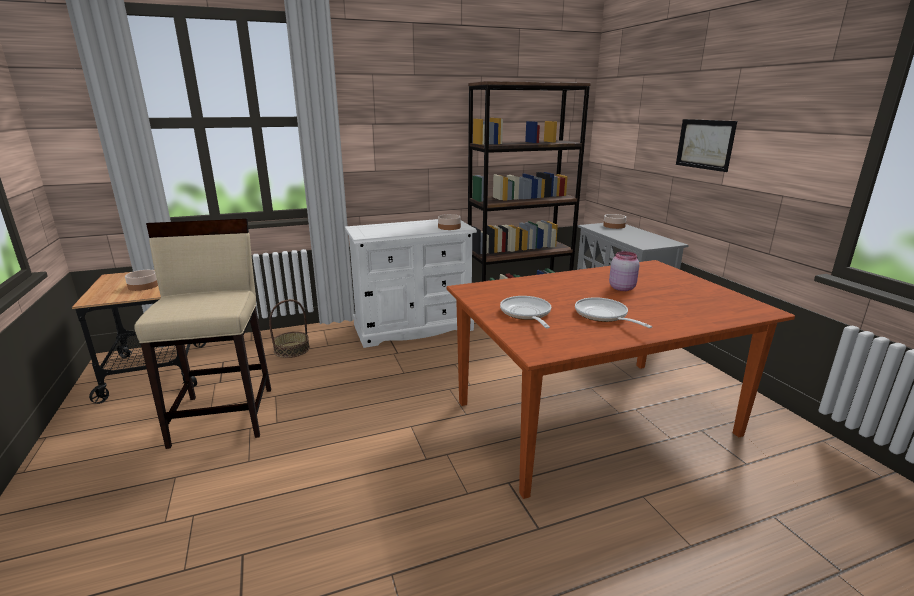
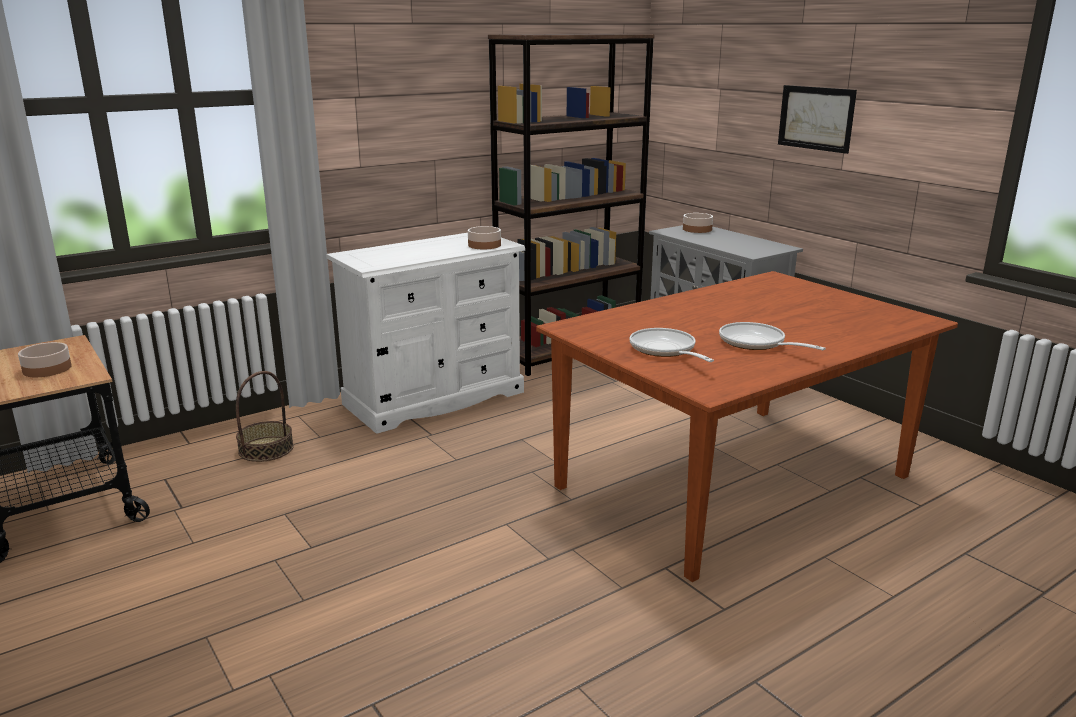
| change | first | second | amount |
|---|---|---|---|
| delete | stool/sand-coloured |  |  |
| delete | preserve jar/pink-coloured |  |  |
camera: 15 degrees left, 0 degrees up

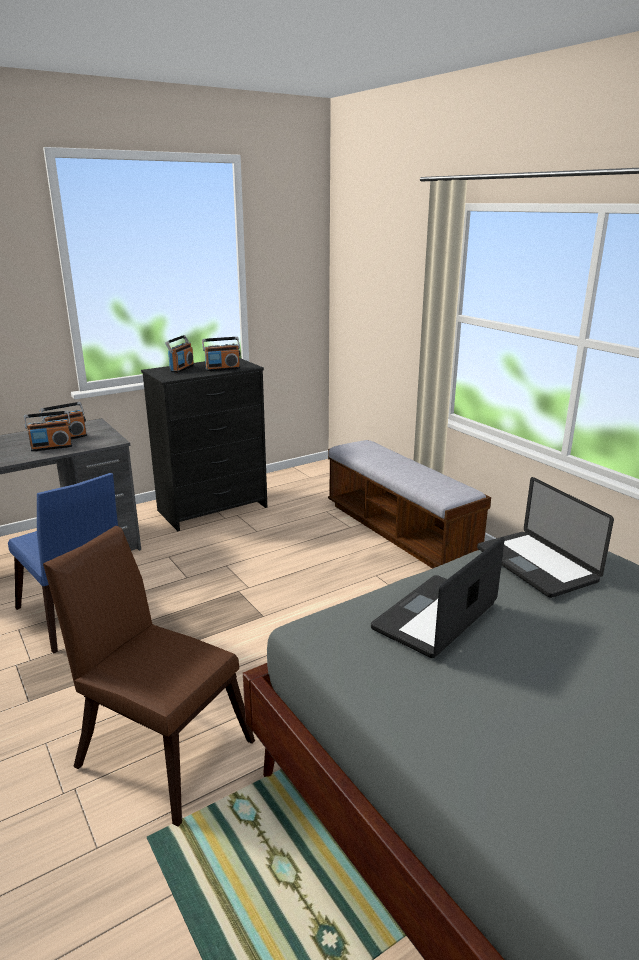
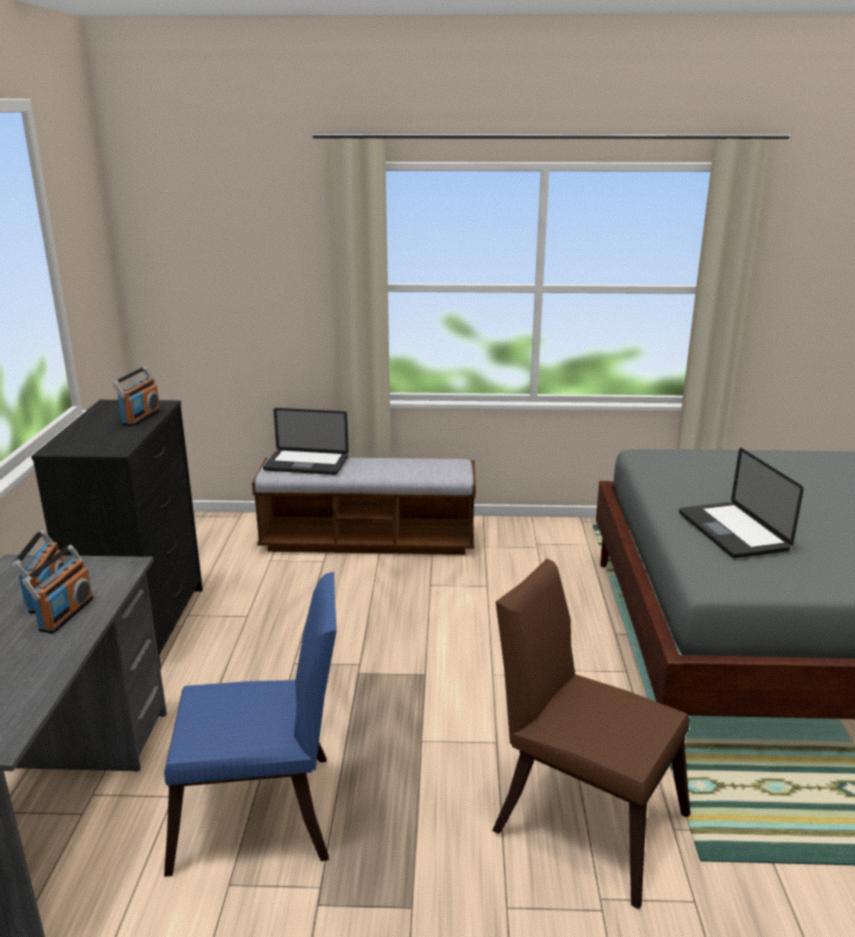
| change | first | second | amount |
|---|---|---|---|
| delete | radio receiver (3rd from left) |  |  |
| move | notebook computer (2nd from left in the first image) | notebook computer (1st from left) |  |
| rotate | plain chair/brown-coloured |  | 60 degrees clockwise |
camera: 55 degrees left, 0 degrees up

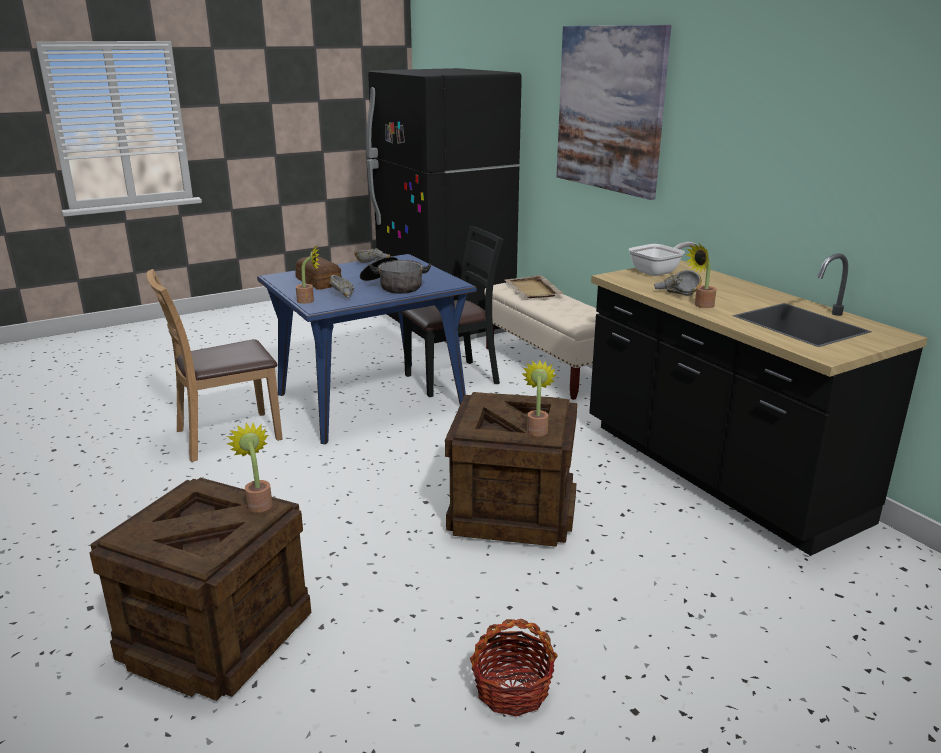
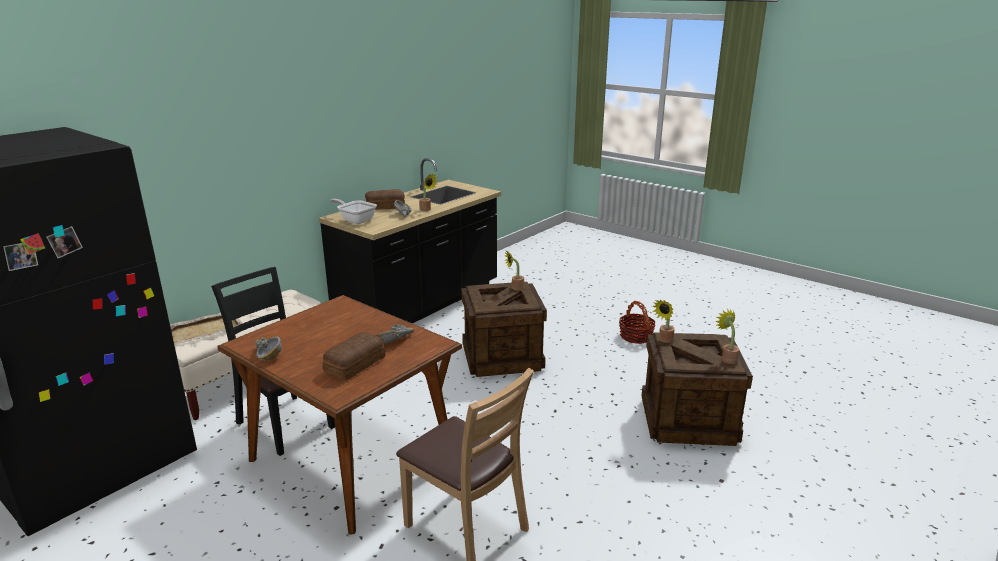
| change | first | second | amount |
|---|---|---|---|
| delete | picture |  |  |
| move | houseplant (2nd from left in the first image) | houseplant (4th from left) |  |
| recolor | dining table/blue | dining table/brown-coloured |  |
| delete | cooking pot |  |  |
| insert |  | bread (2nd from left) |  |
camera: 110 degrees left, 0 degrees up

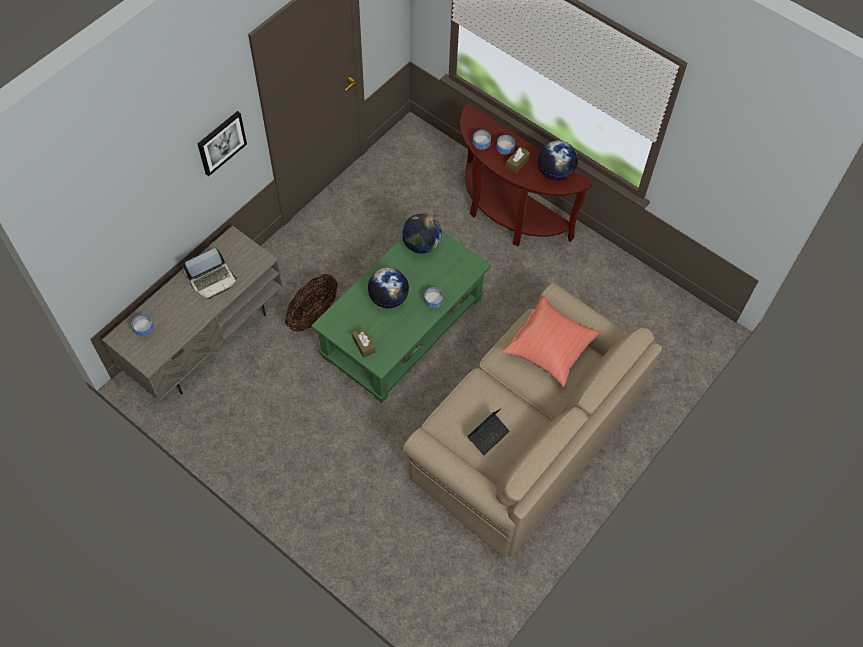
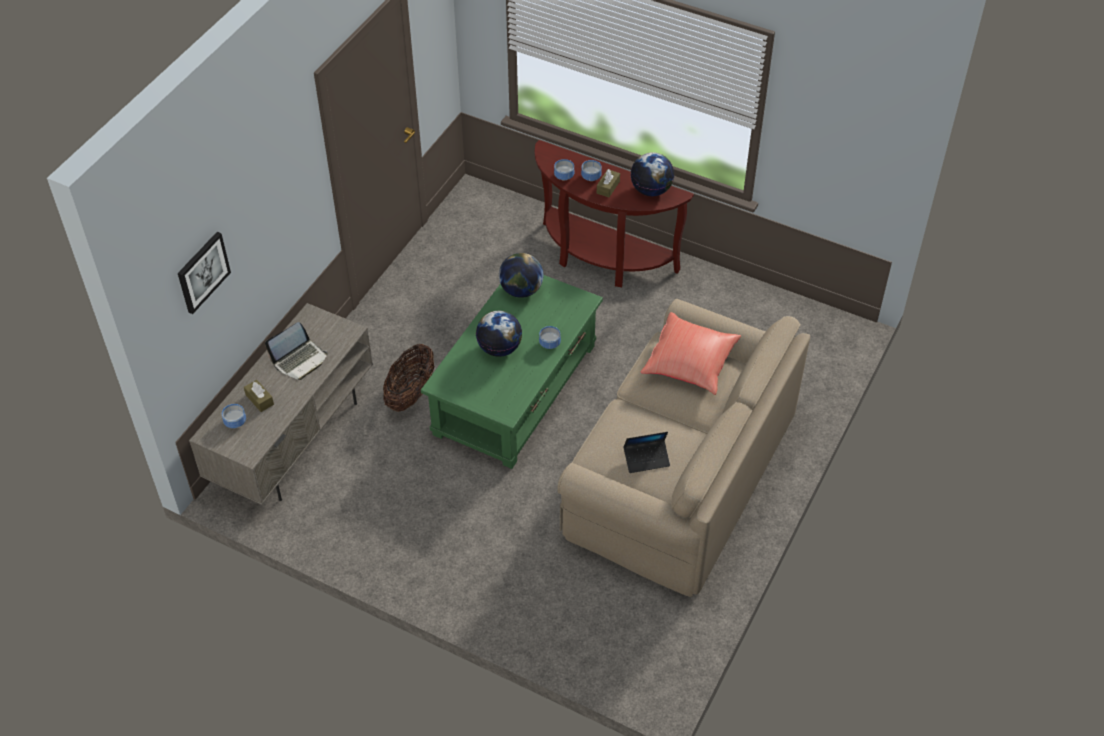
| change | first | second | amount |
|---|---|---|---|
| move | picture |  |  |
| move | tissue box/brown-coloured (1st from left) |  |  |
| rotate | notebook computer (2nd from left) |  | 45 degrees clockwise |
camera: 10 degrees left, 10 degrees down

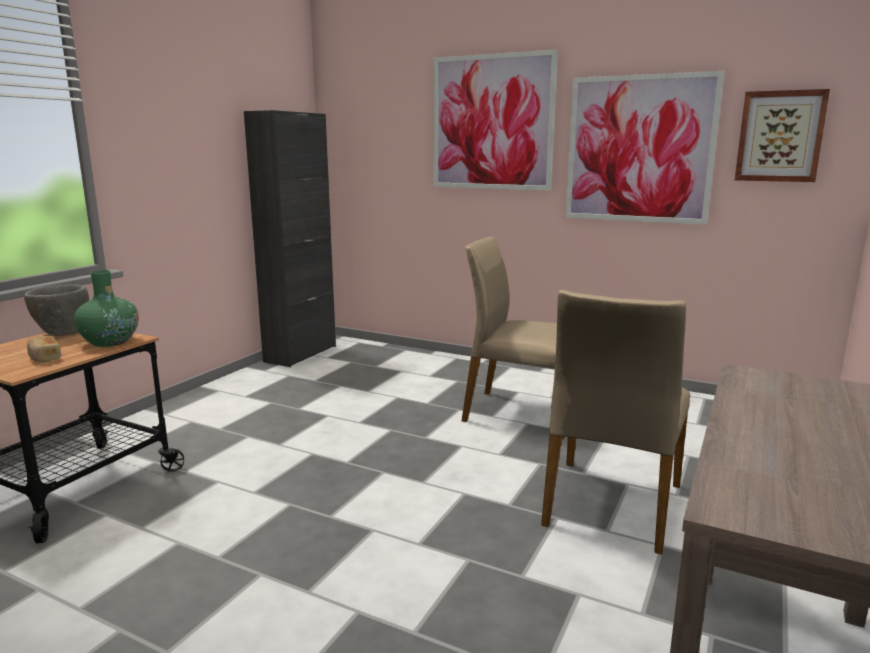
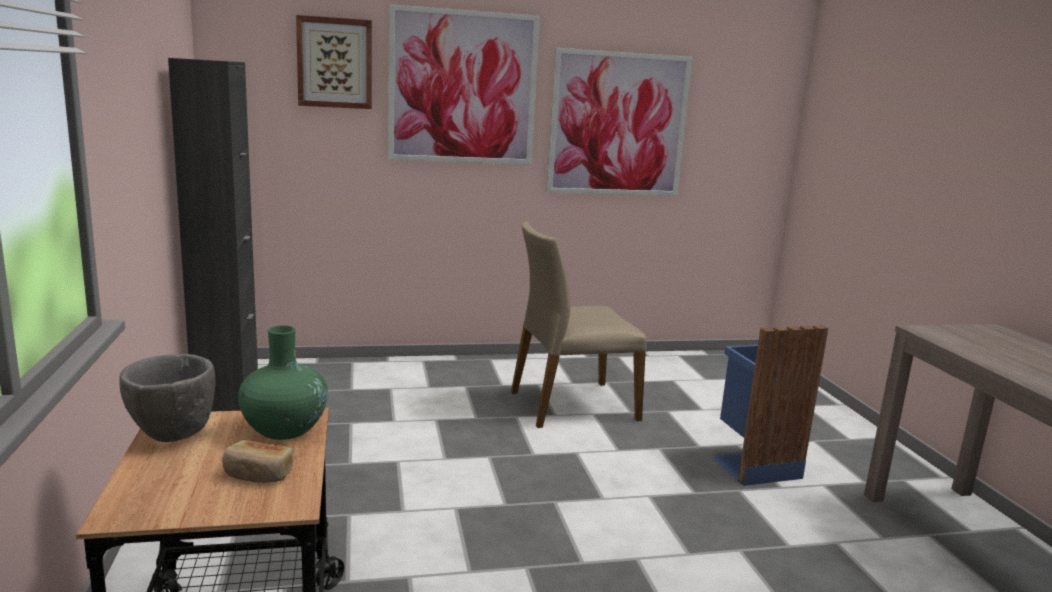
| change | first | second | amount |
|---|---|---|---|
| move | picture (3rd from left in the first image) | picture (1st from left) |  |
| replace | plain chair/sand-coloured (2nd from left) | rubbish bin/blue |  |
camera: 40 degrees left, 0 degrees up

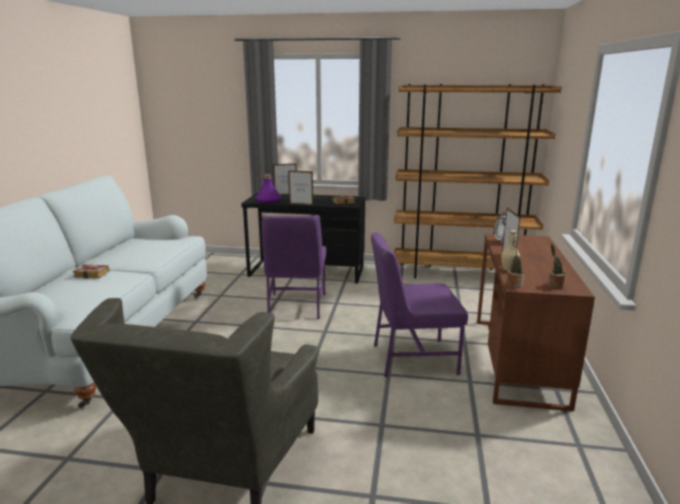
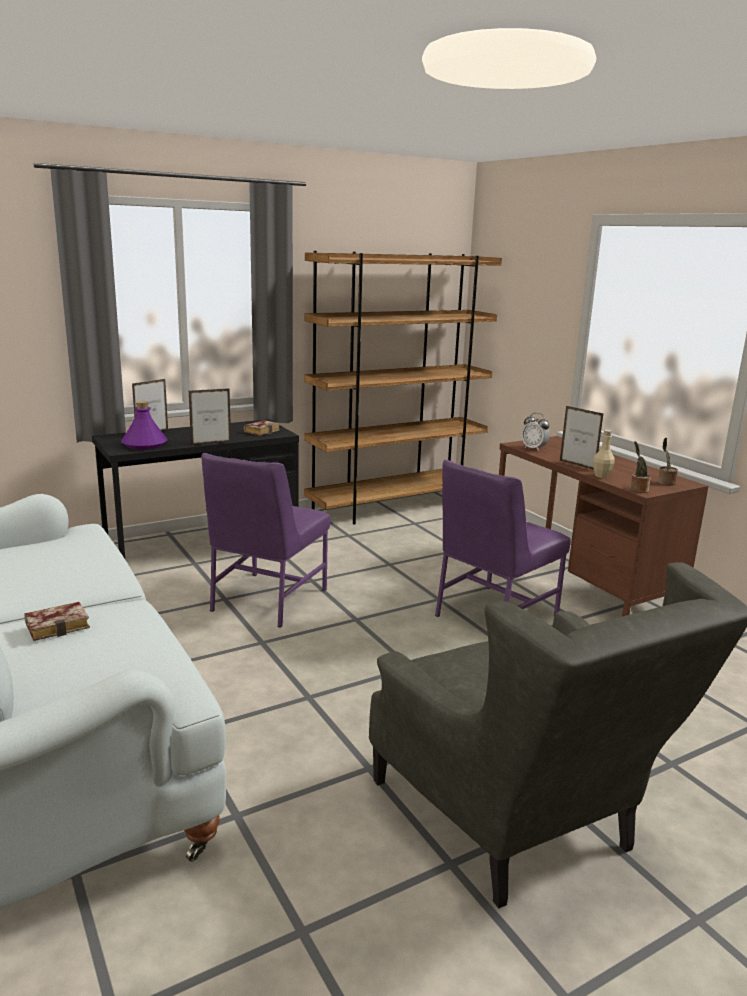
| change | first | second | amount |
|---|---|---|---|
| rotate | plain chair/purple (1st from left) |  | 60 degrees clockwise |
camera: 40 degrees left, 0 degrees up

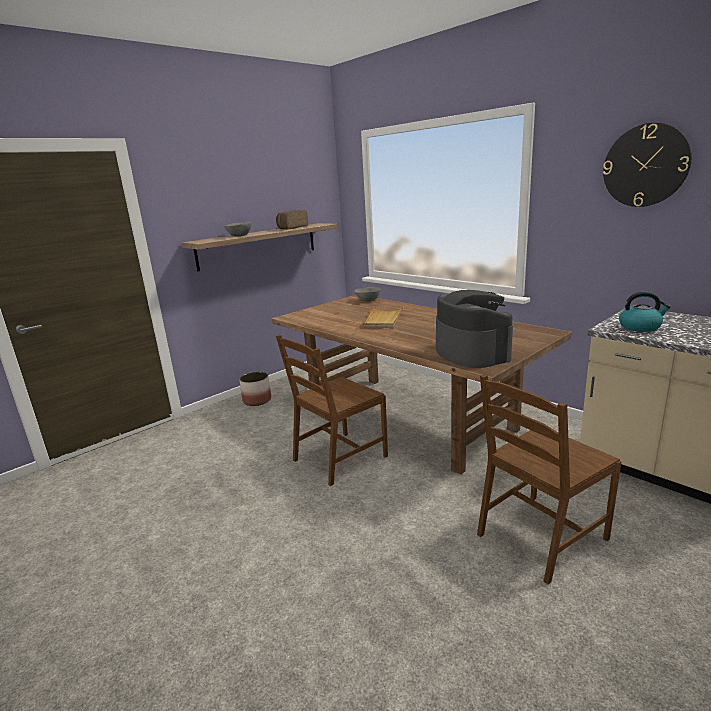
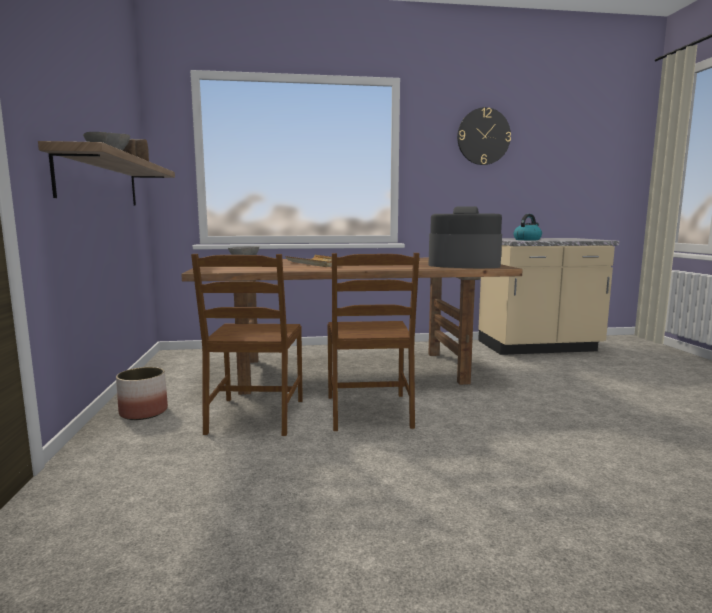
| change | first | second | amount |
|---|---|---|---|
| move | plain chair/brown-coloured (2nd from left in the first image) | plain chair/brown-coloured (1st from left) |  |
camera: 55 degrees left, 10 degrees down

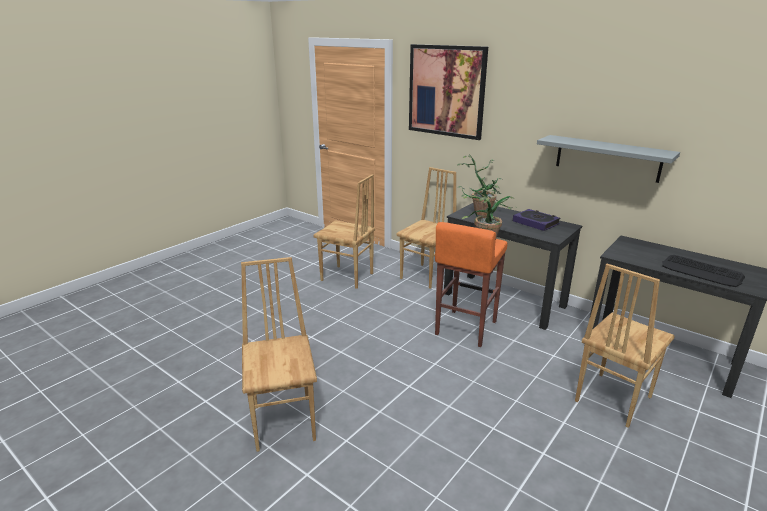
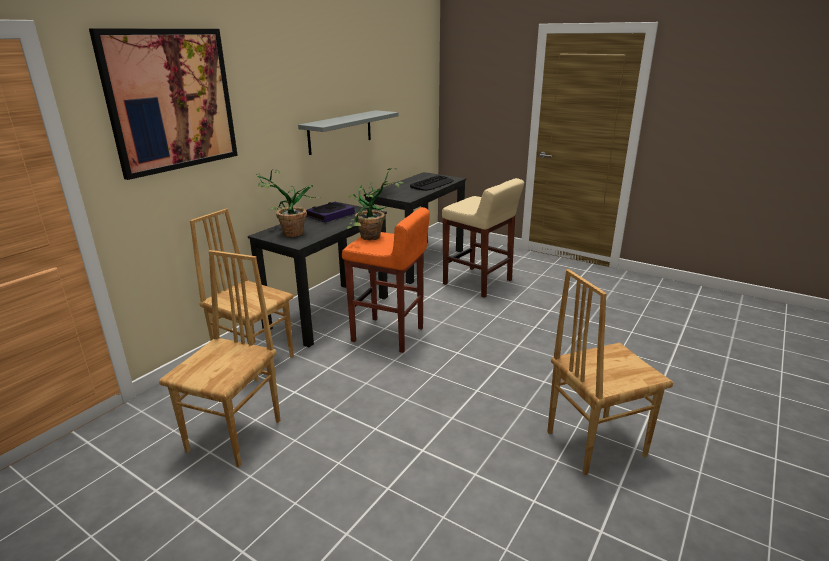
| change | first | second | amount |
|---|---|---|---|
| replace | plain chair/brown-coloured (4th from left) | stool/sand-coloured |  |
camera: 95 degrees left, 0 degrees up

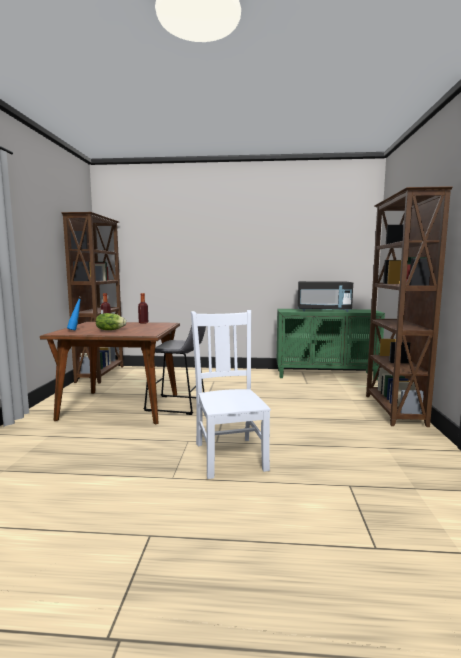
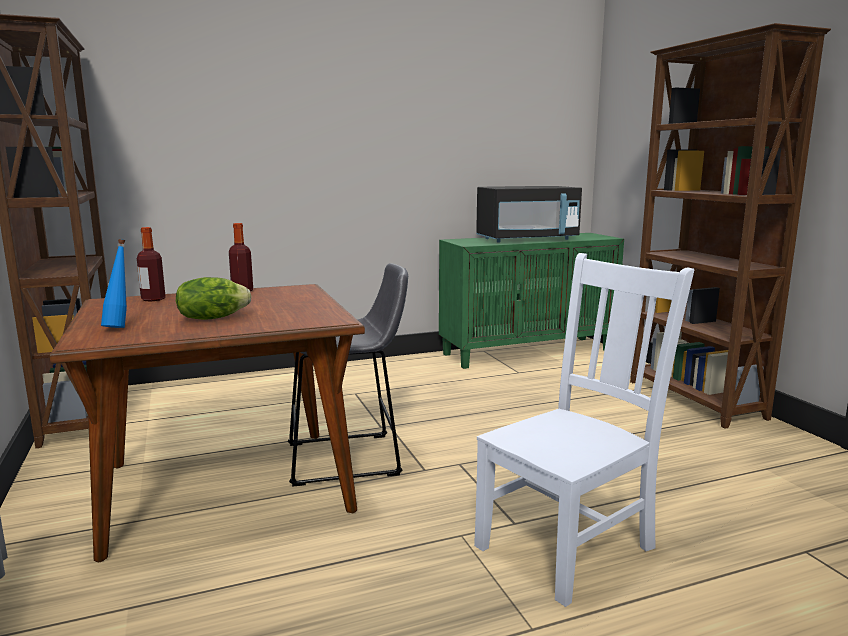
| change | first | second | amount |
|---|---|---|---|
| rotate | plain chair/white |  | 90 degrees clockwise |
camera: 25 degrees left, 5 degrees up

